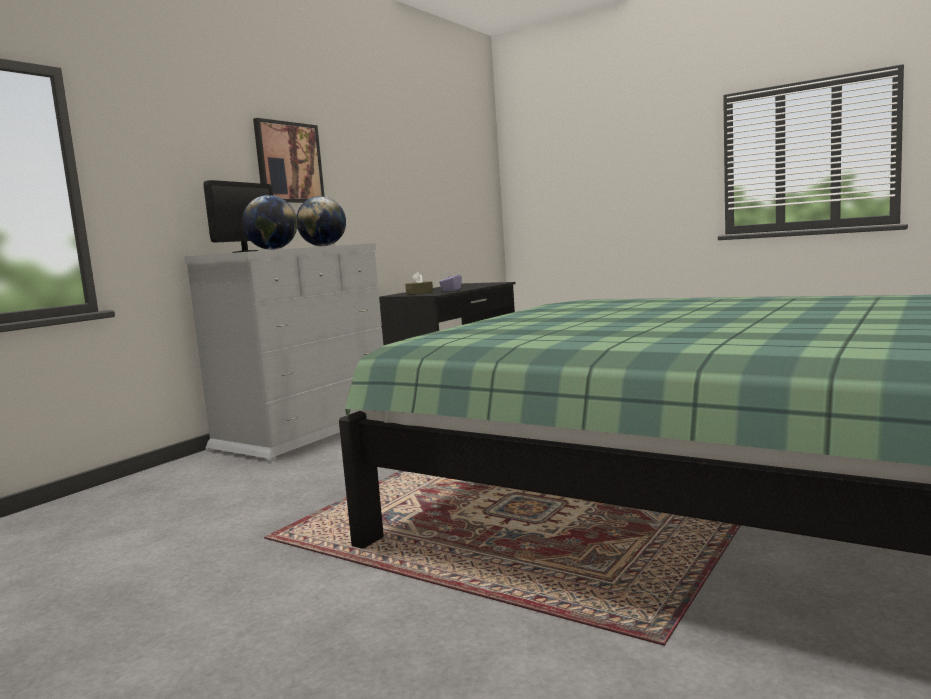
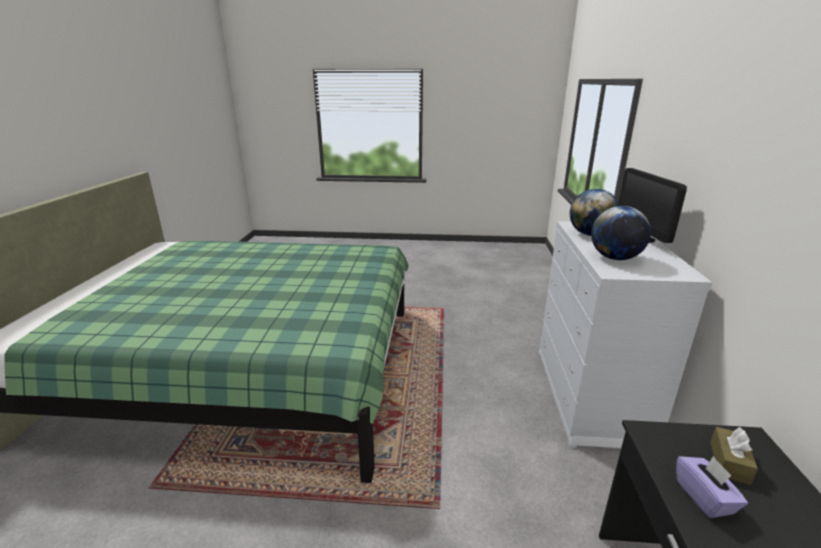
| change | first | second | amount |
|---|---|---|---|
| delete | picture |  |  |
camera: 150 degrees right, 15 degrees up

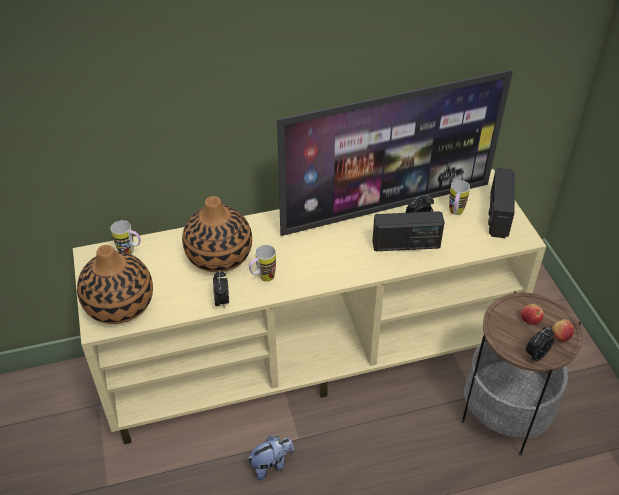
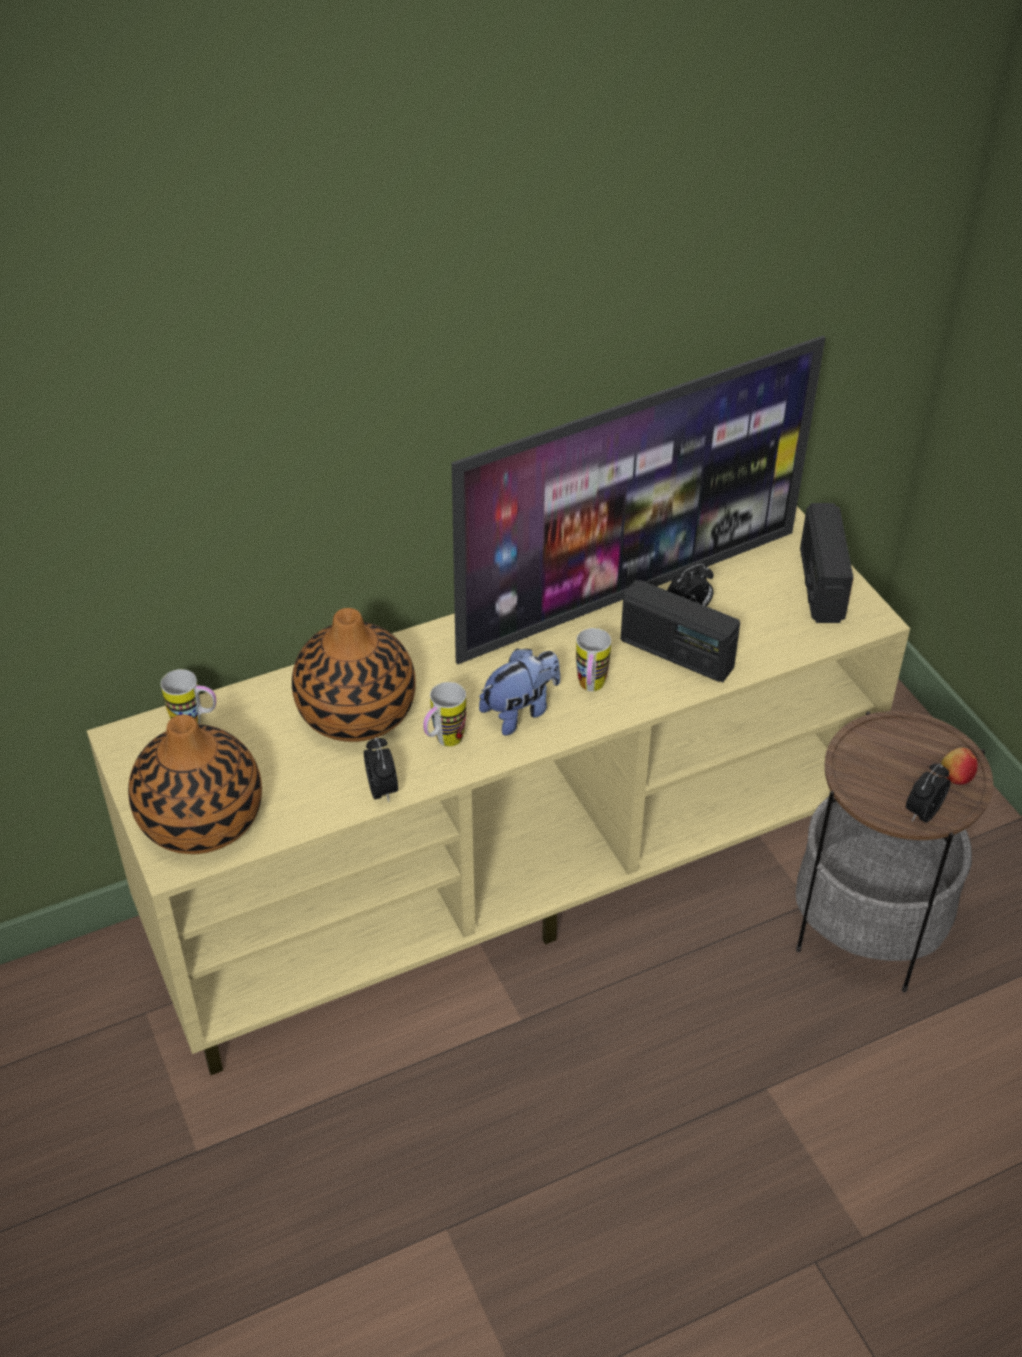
| change | first | second | amount |
|---|---|---|---|
| move | tea mug (3rd from left) |  |  |
| rotate | radio receiver (1st from left) |  | 45 degrees clockwise |
| delete | whole apple (1st from left) |  |  |
| move | soft toy |  |  |
camera: 10 degrees left, 0 degrees up

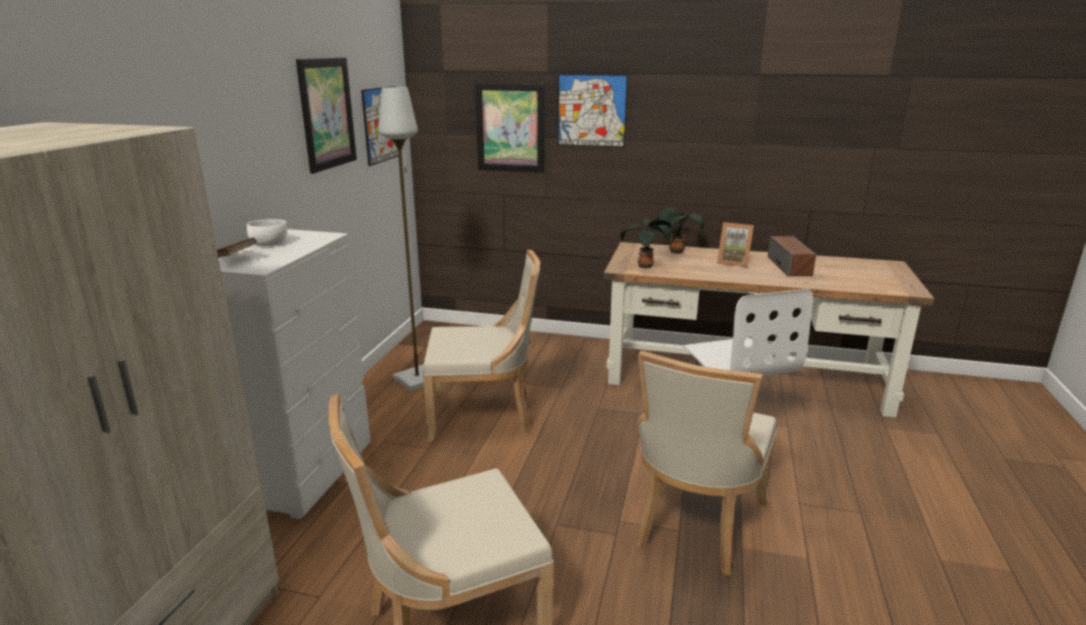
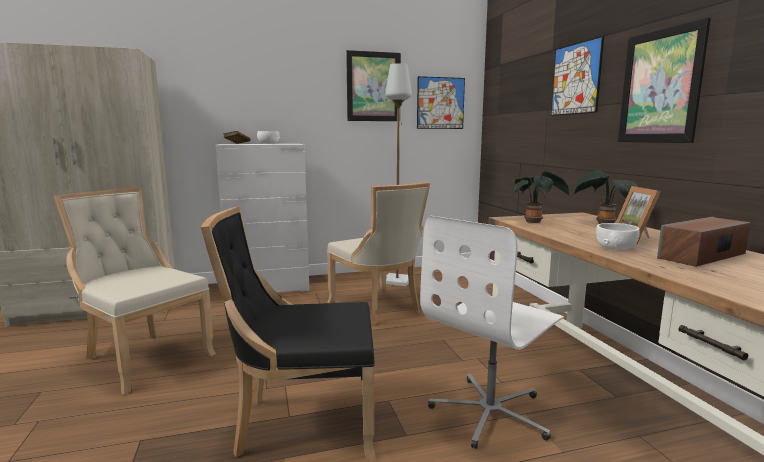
| change | first | second | amount |
|---|---|---|---|
| move | picture (3rd from left in the first image) | picture (4th from left) |  |
| recolor | plain chair/sand-coloured (3rd from left) | plain chair/black-coloured |  |
| insert |  | deep dish/white (2nd from left) |  |
camera: 60 degrees right, 10 degrees down

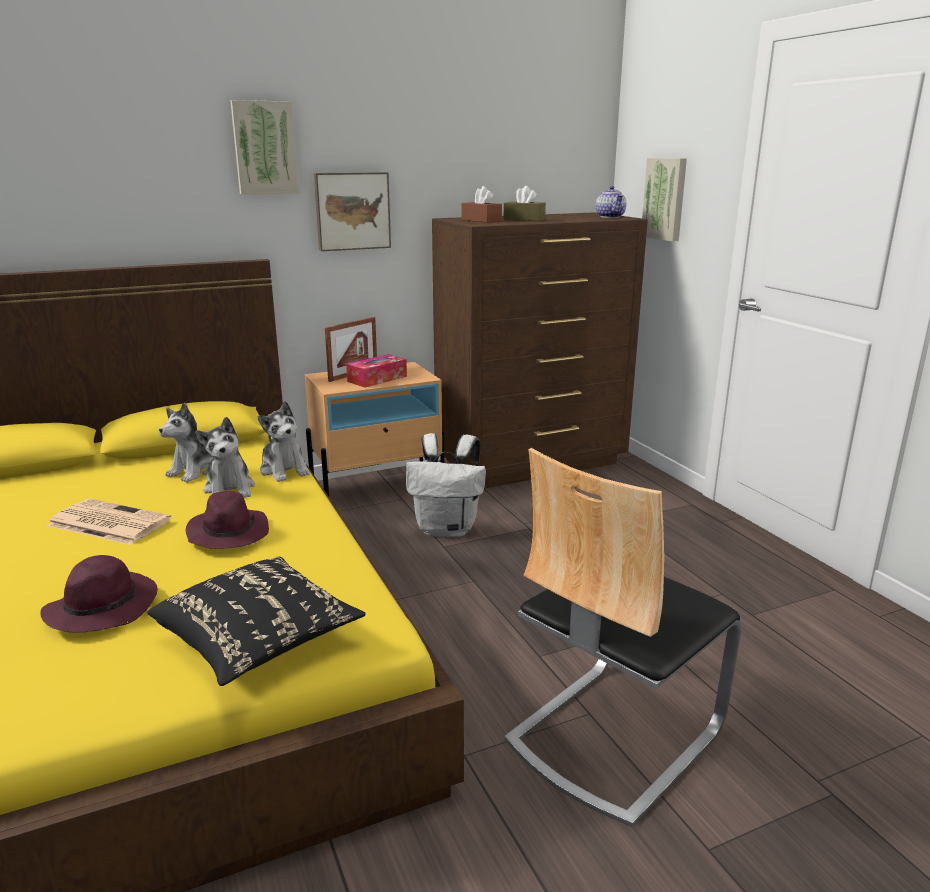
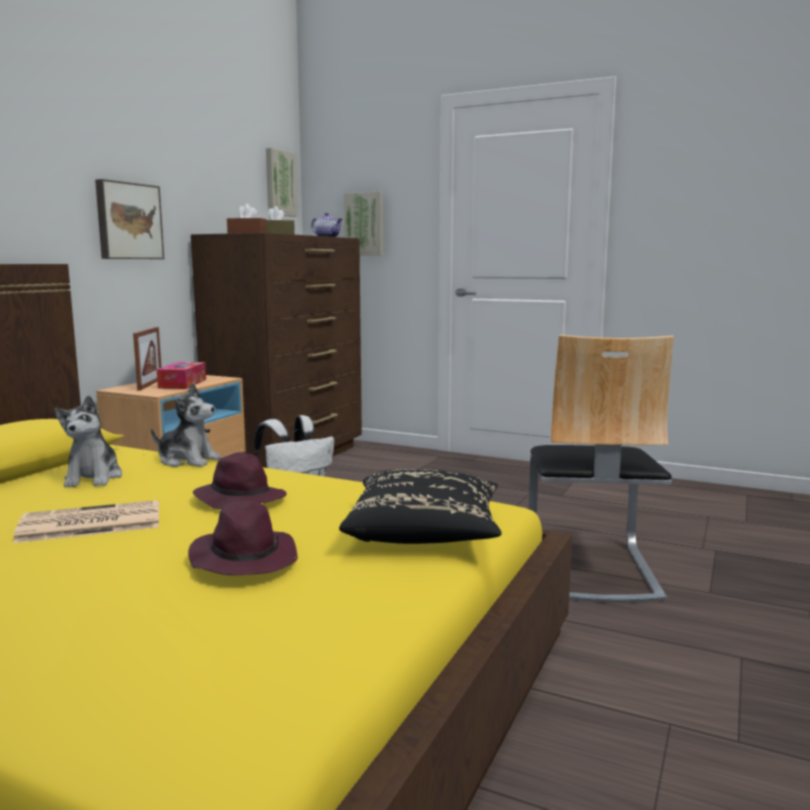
| change | first | second | amount |
|---|---|---|---|
| move | picture (1st from left in the first image) | picture (2nd from left) |  |
| delete | soft toy (2nd from left) |  |  |
camera: 40 degrees left, 10 degrees down

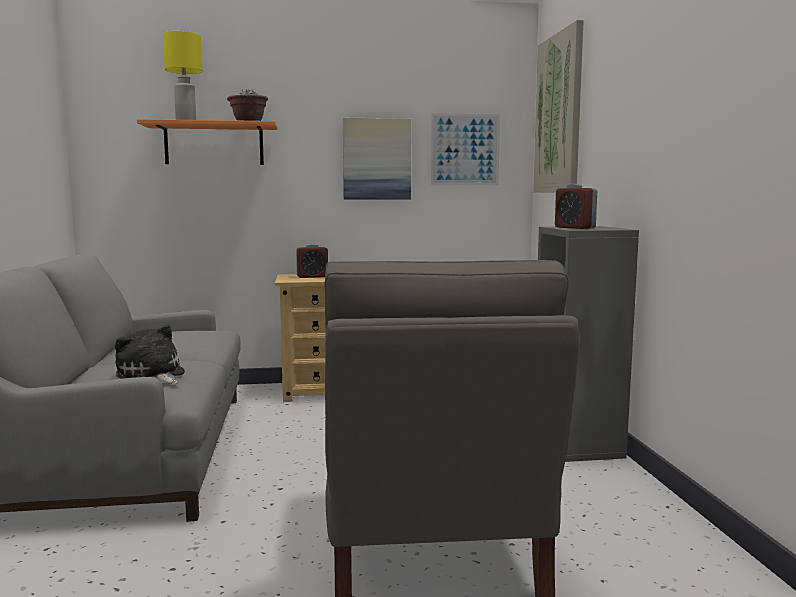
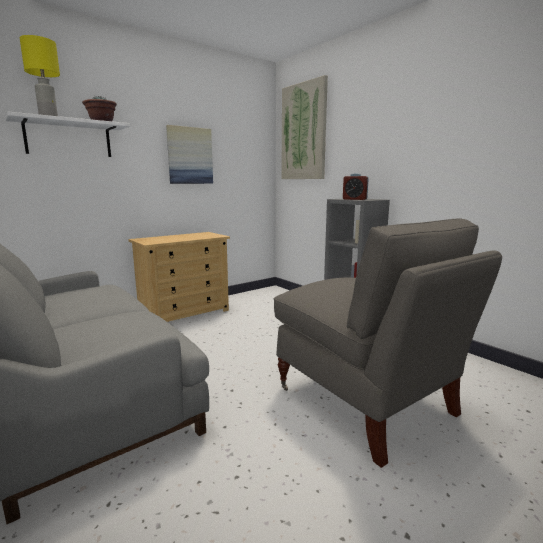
| change | first | second | amount |
|---|---|---|---|
| delete | picture (2nd from left) |  |  |
| recolor | wall shelf/orange-coloured | wall shelf/white |  |
| delete | alarm clock (1st from left) |  |  |
| delete | soft toy |  |  |
camera: 30 degrees left, 5 degrees up

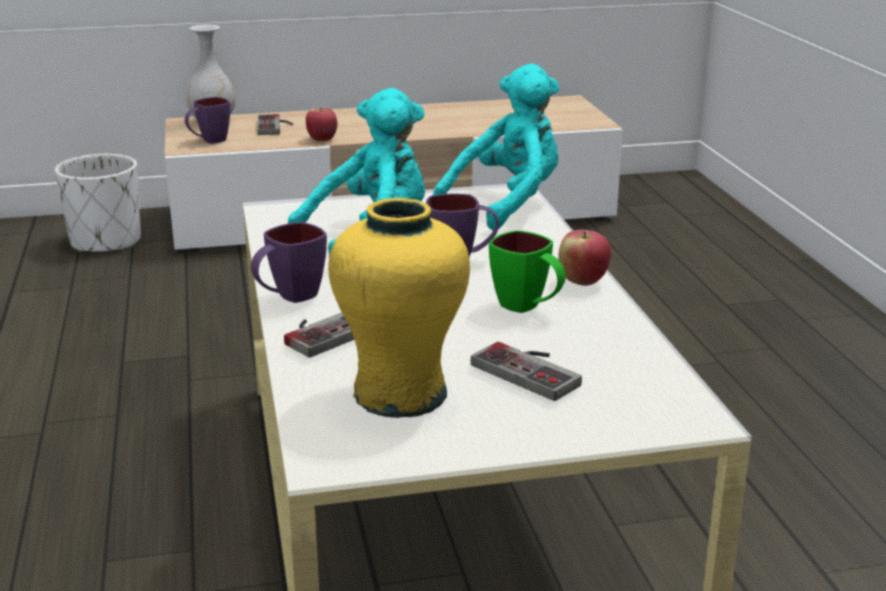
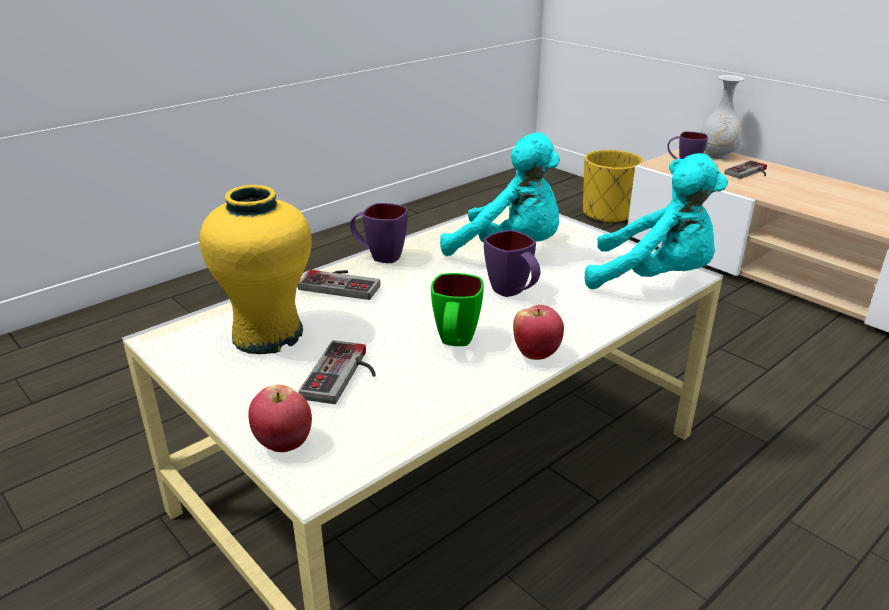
| change | first | second | amount |
|---|---|---|---|
| move | whole apple (1st from left) |  |  |
| recolor | plant pot/white | plant pot/yellow-coloured |  |
camera: 60 degrees right, 5 degrees up

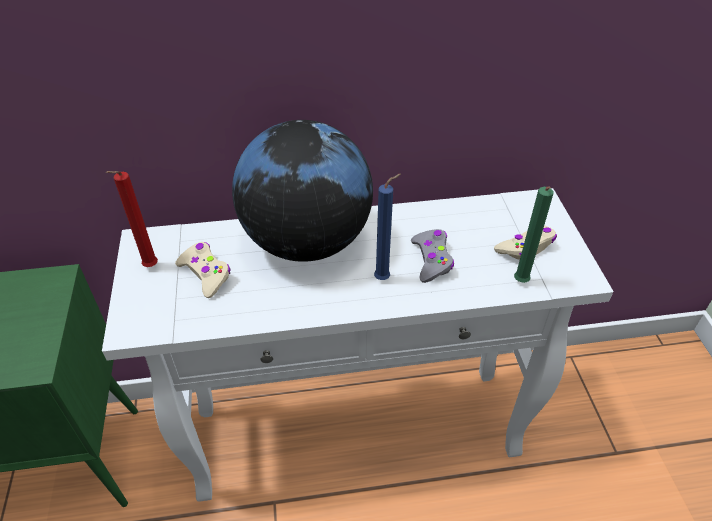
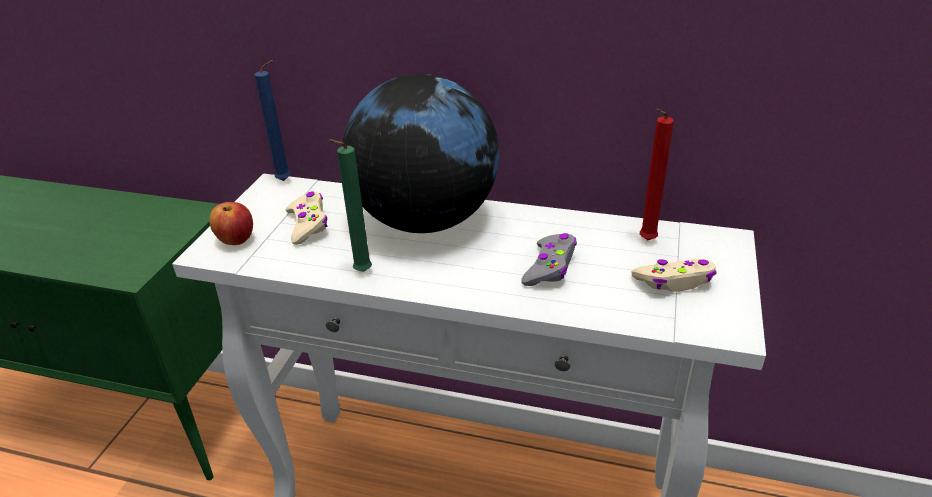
| change | first | second | amount |
|---|---|---|---|
| move | wax candle/reddish |  |  |
| move | wax candle/blue |  |  |
| move | wax candle/green-coloured |  |  |
| insert |  | whole apple |  |
camera: 25 degrees right, 10 degrees down

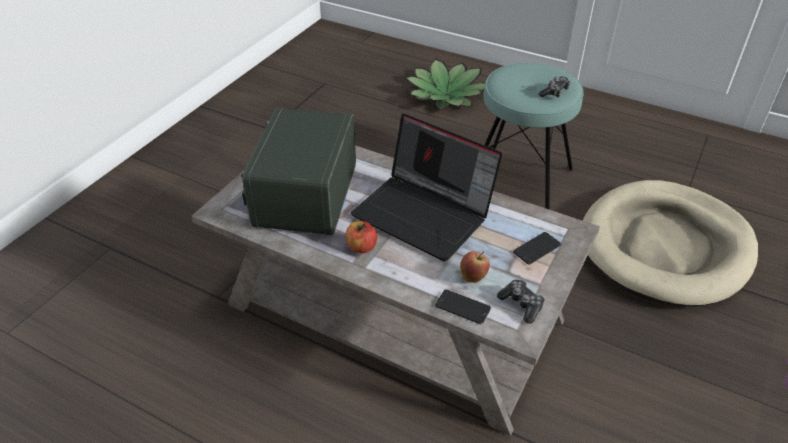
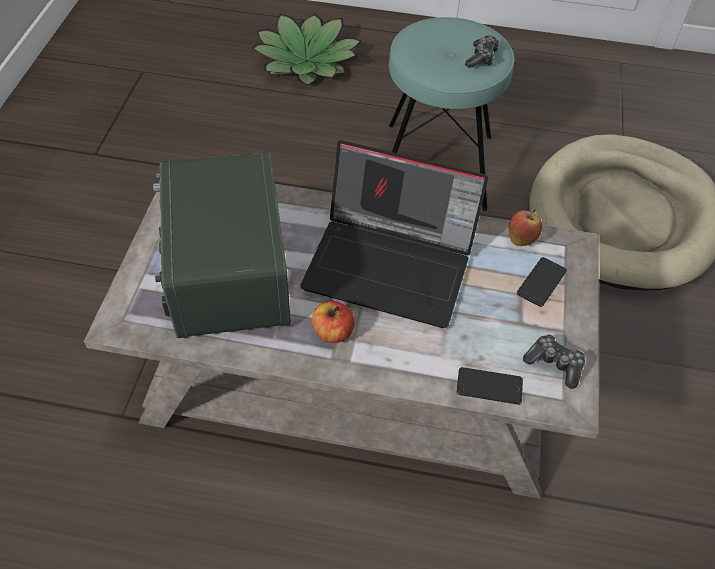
| change | first | second | amount |
|---|---|---|---|
| move | whole apple (2nd from left) |  |  |
camera: 20 degrees left, 10 degrees up

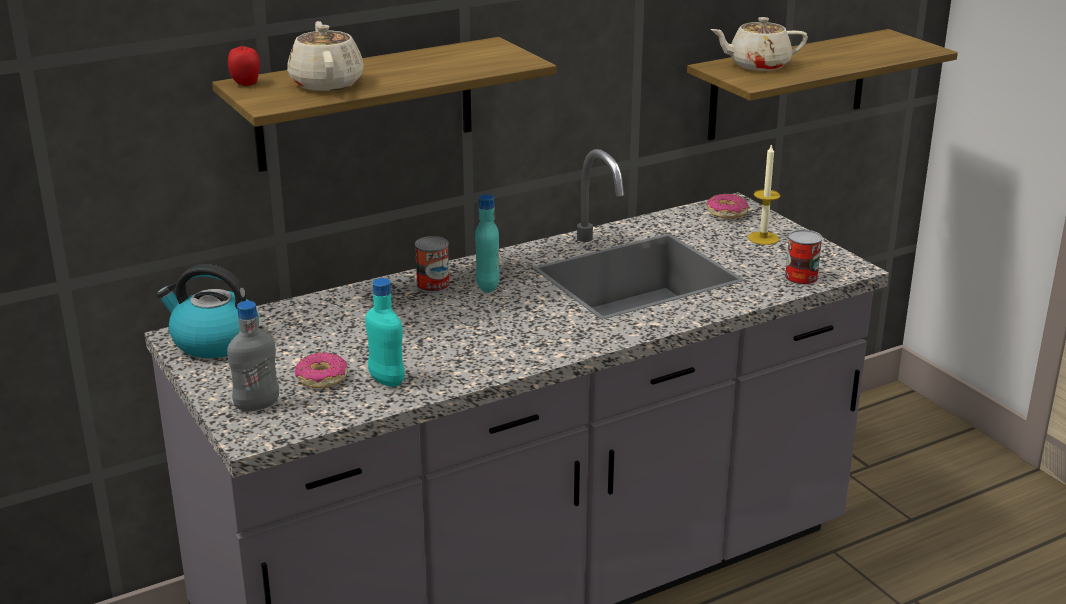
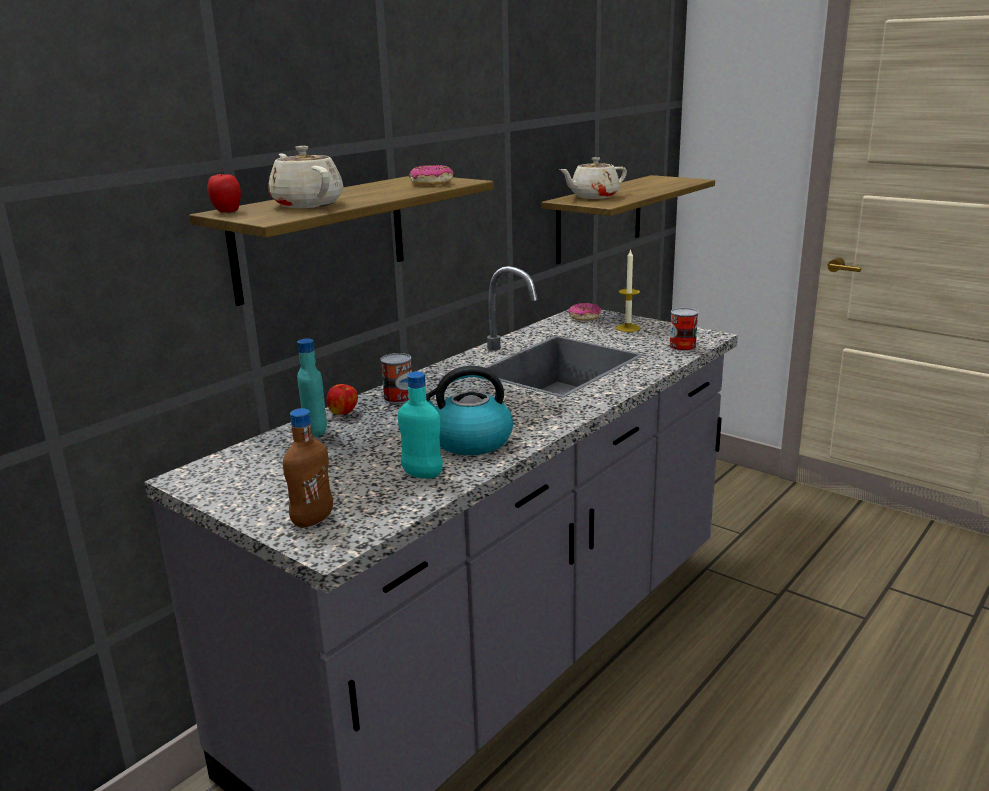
| change | first | second | amount |
|---|---|---|---|
| move | bottle/turquoise (2nd from left in the first image) | bottle/turquoise (1st from left) |  |
| move | water kettle |  |  |
| recolor | bottle/greyish | bottle/brown-coloured |  |
| move | doughnut (1st from left) |  |  |
| insert |  | whole apple (2nd from left) |  |
camera: 20 degrees left, 5 degrees down

